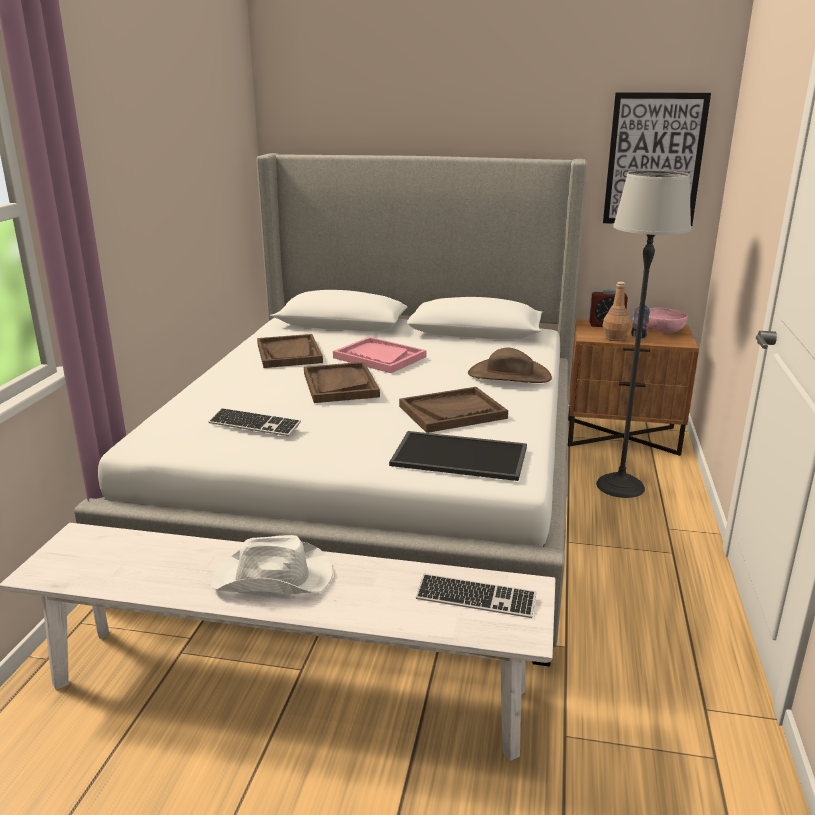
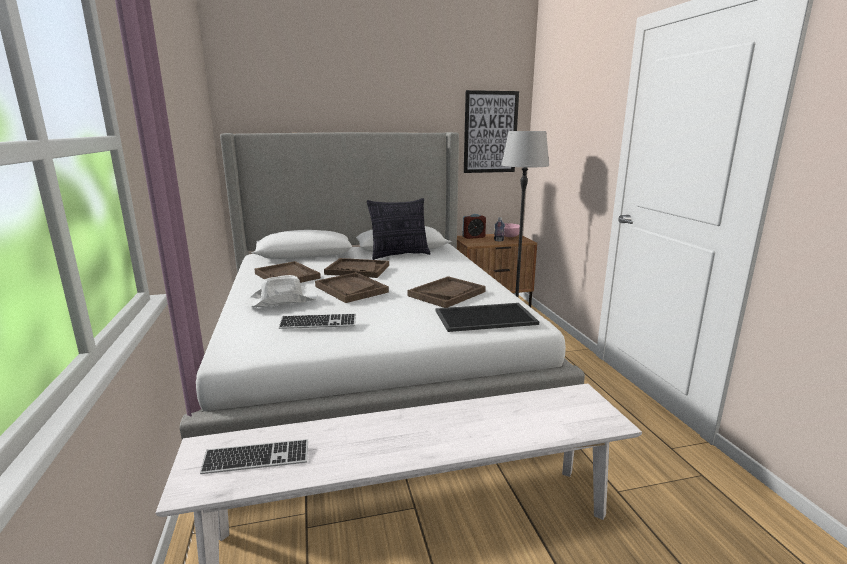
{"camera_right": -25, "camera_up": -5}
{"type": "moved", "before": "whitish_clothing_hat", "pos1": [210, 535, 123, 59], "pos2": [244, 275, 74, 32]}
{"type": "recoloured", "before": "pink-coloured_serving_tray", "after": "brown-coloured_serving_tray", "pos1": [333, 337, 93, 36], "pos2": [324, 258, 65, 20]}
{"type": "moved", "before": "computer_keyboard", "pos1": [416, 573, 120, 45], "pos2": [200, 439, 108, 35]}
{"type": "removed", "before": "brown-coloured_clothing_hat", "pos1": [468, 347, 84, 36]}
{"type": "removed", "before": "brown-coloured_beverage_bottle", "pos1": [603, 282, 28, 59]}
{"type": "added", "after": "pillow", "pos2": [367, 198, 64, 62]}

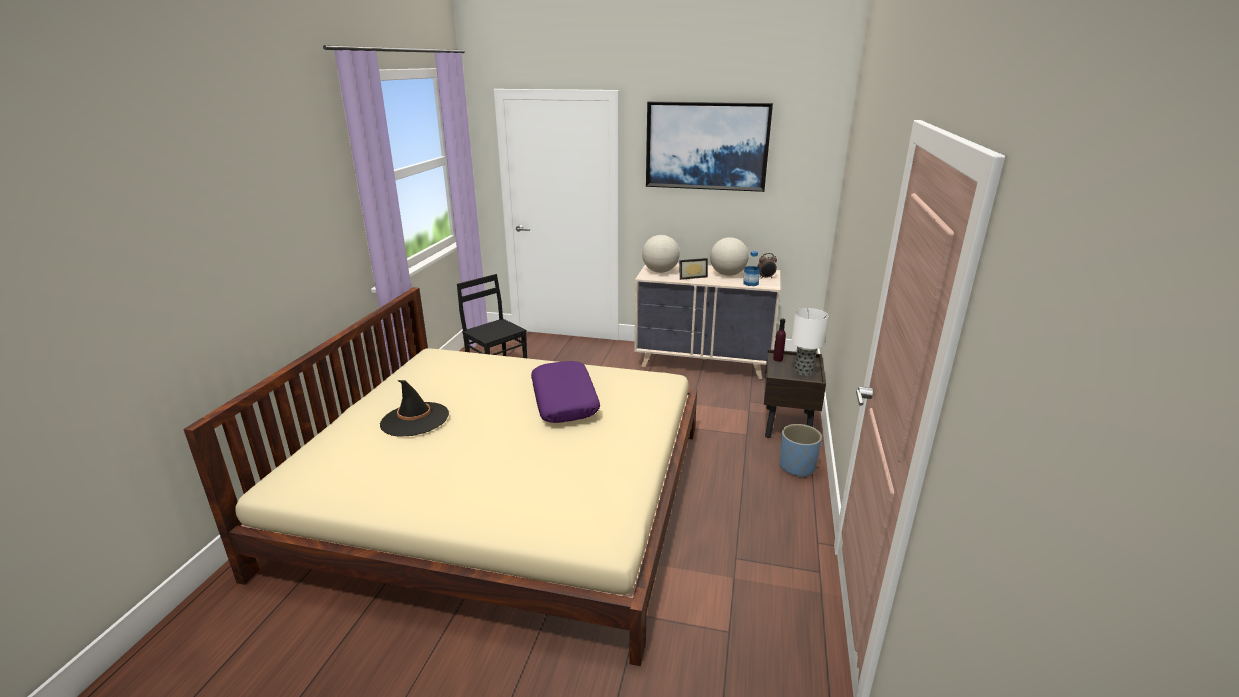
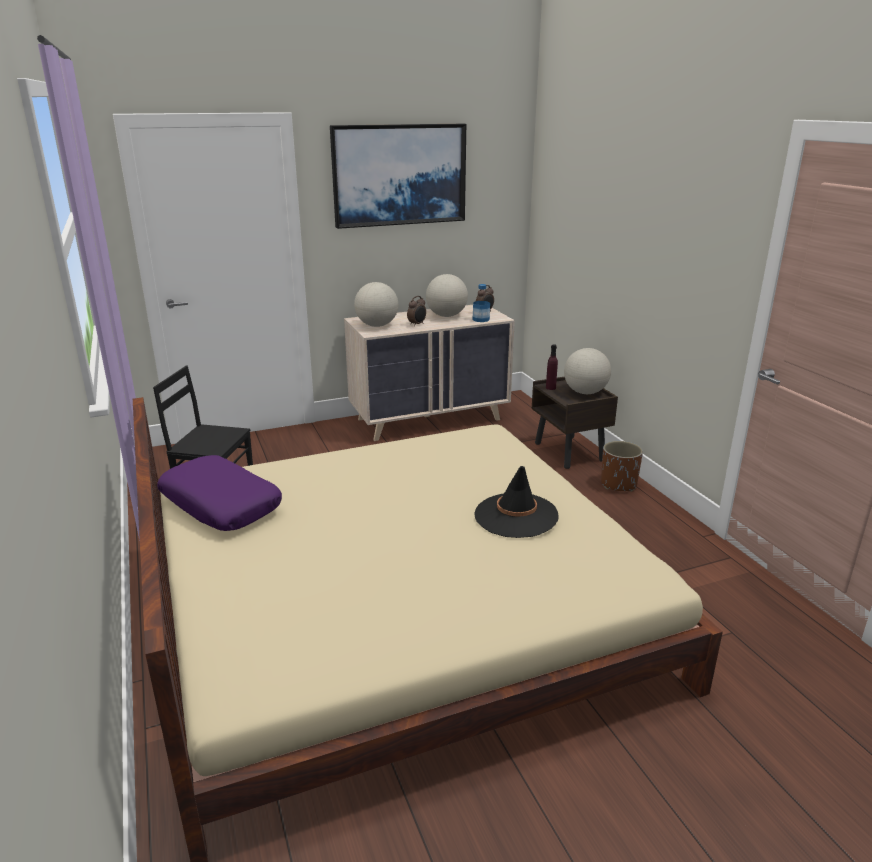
{"camera_right": -35, "camera_up": 0}
{"type": "moved", "before": "black_clothing_hat", "pos1": [380, 380, 69, 57], "pos2": [475, 466, 84, 72]}
{"type": "moved", "before": "purplish_pillow", "pos1": [531, 361, 69, 62], "pos2": [157, 455, 125, 76]}
{"type": "replaced", "before": "picture_frame", "after": "alarm_clock", "pos1": [679, 258, 29, 22], "pos2": [407, 296, 19, 30]}
{"type": "recoloured", "before": "blue-coloured_planter", "after": "brown-coloured_planter", "pos1": [779, 424, 43, 54], "pos2": [601, 441, 42, 51]}
{"type": "replaced", "before": "tabletop_lamp", "after": "globe", "pos1": [792, 308, 37, 68], "pos2": [564, 348, 47, 46]}

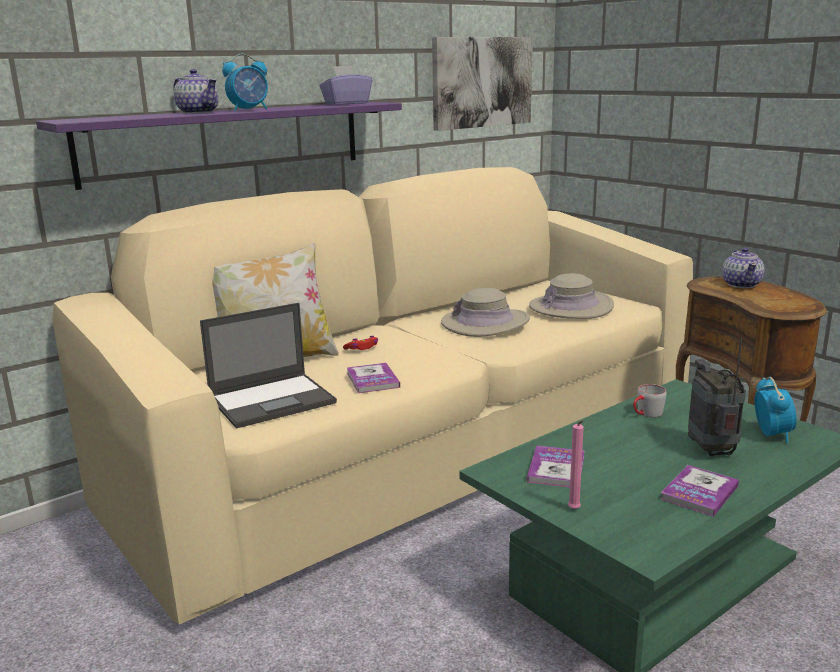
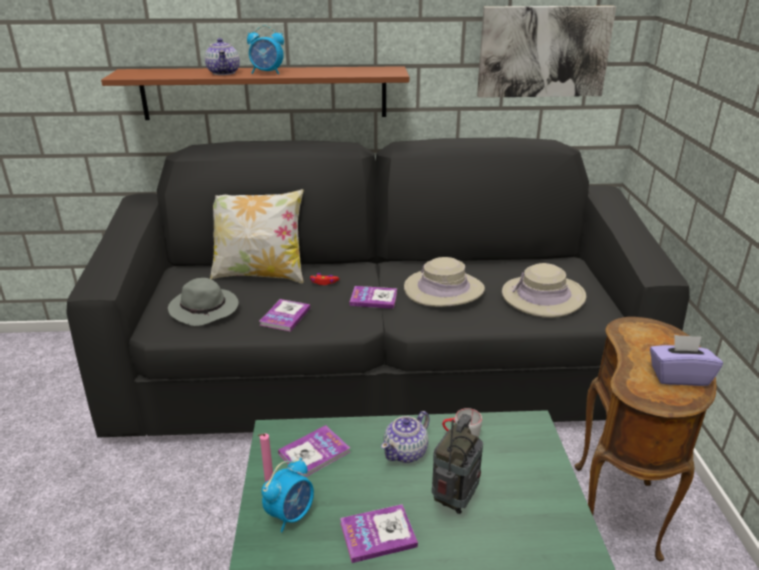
{"camera_right": 35, "camera_up": 10}
{"type": "recoloured", "before": "purplish_shelf", "after": "brown-coloured_shelf", "pos1": [36, 102, 366, 88], "pos2": [101, 66, 308, 54]}
{"type": "recoloured", "before": "sand-coloured_couch", "after": "black_couch", "pos1": [52, 167, 641, 457], "pos2": [66, 137, 624, 300]}
{"type": "replaced", "before": "notebook_computer", "after": "gray_clothing_hat", "pos1": [200, 303, 137, 126], "pos2": [168, 278, 71, 48]}
{"type": "moved", "before": "purplish_tissue_box", "pos1": [319, 65, 53, 40], "pos2": [650, 334, 73, 52]}
{"type": "moved", "before": "teapot", "pos1": [722, 248, 42, 40], "pos2": [381, 411, 49, 52]}
{"type": "moved", "before": "alarm_clock", "pos1": [754, 377, 43, 66], "pos2": [261, 458, 53, 74]}
{"type": "added", "after": "book", "pos2": [350, 286, 47, 23]}

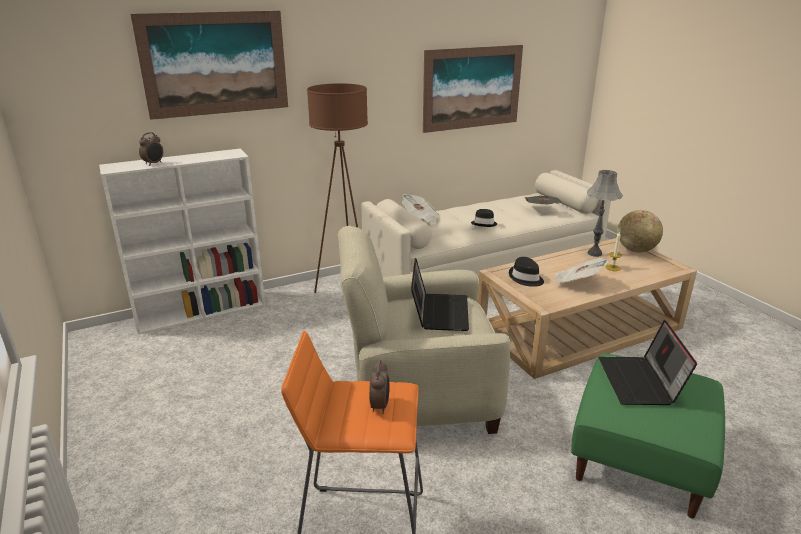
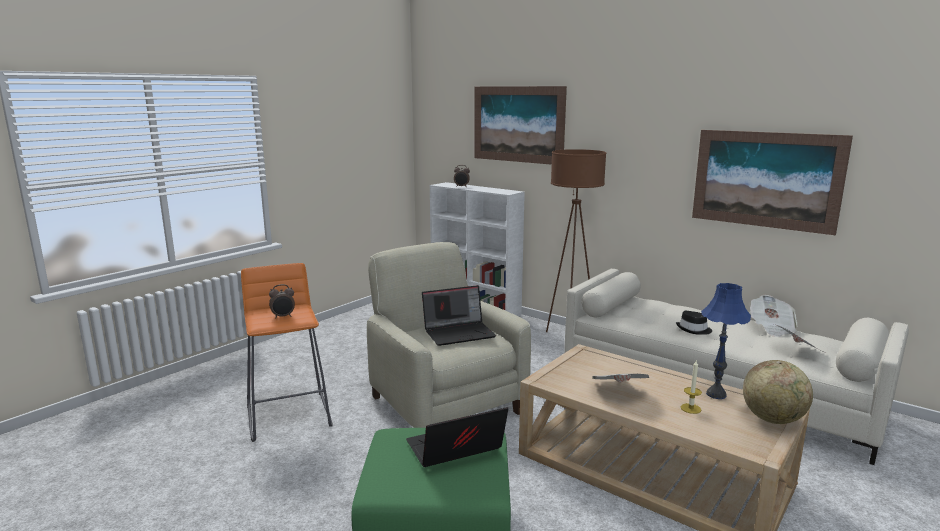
{"camera_right": 65, "camera_up": -10}
{"type": "moved", "before": "printed_paper", "pos1": [402, 194, 37, 30], "pos2": [749, 295, 48, 42]}
{"type": "removed", "before": "black_clothing_hat", "pos1": [509, 257, 35, 30]}
{"type": "recoloured", "before": "gray_tabletop_lamp", "after": "blue-coloured_tabletop_lamp", "pos1": [587, 170, 36, 87], "pos2": [701, 283, 50, 116]}

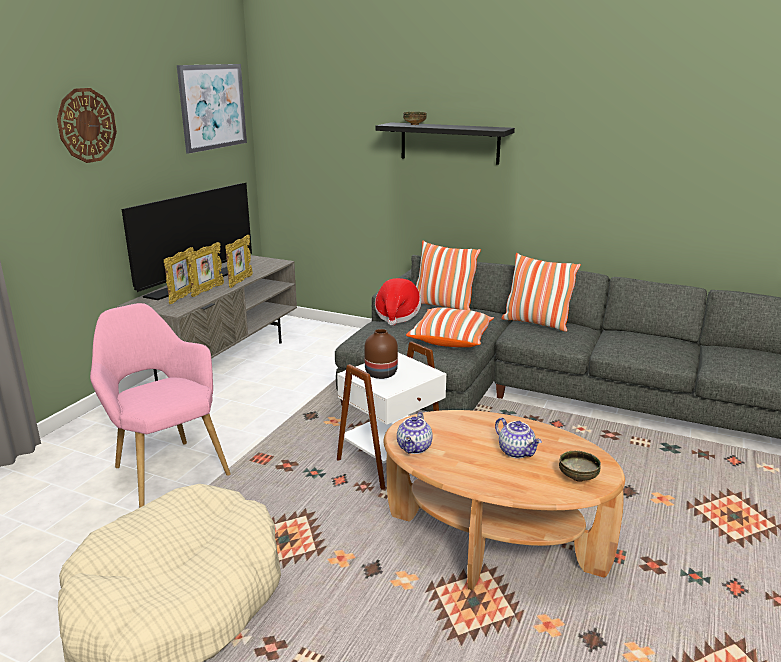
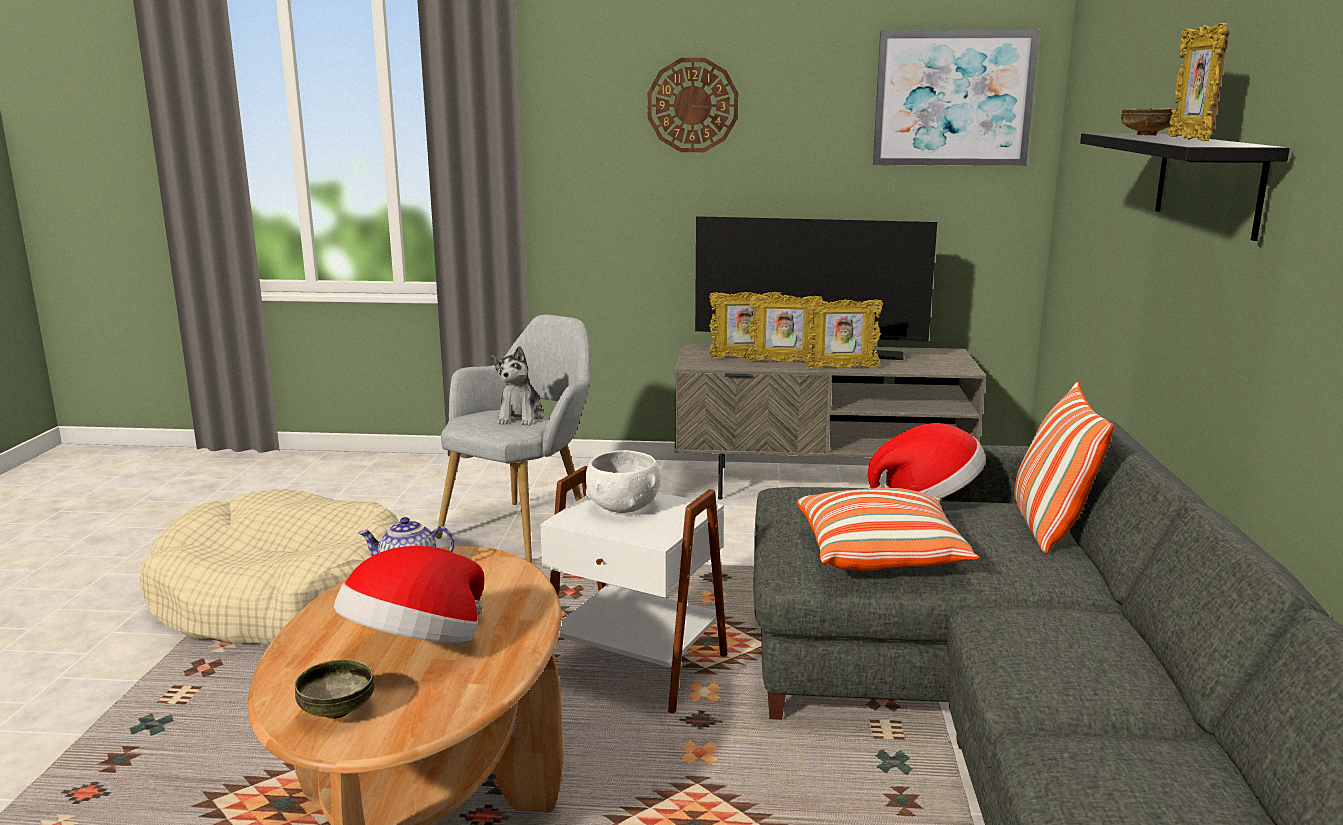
{"camera_right": 70, "camera_up": -5}
{"type": "recoloured", "before": "pink-coloured_lounge_chair", "after": "gray_lounge_chair", "pos1": [90, 303, 141, 205], "pos2": [436, 315, 155, 247]}
{"type": "replaced", "before": "brown-coloured_vase", "after": "whitish_deep_dish", "pos1": [364, 329, 34, 50], "pos2": [586, 450, 75, 63]}
{"type": "replaced", "before": "teapot", "after": "clothing_hat", "pos1": [495, 418, 47, 41], "pos2": [334, 546, 150, 97]}
{"type": "removed", "before": "pillow", "pos1": [501, 253, 80, 79]}
{"type": "added", "after": "plush_toy", "pos2": [492, 346, 52, 80]}
{"type": "added", "after": "picture_frame", "pos2": [1168, 23, 61, 118]}

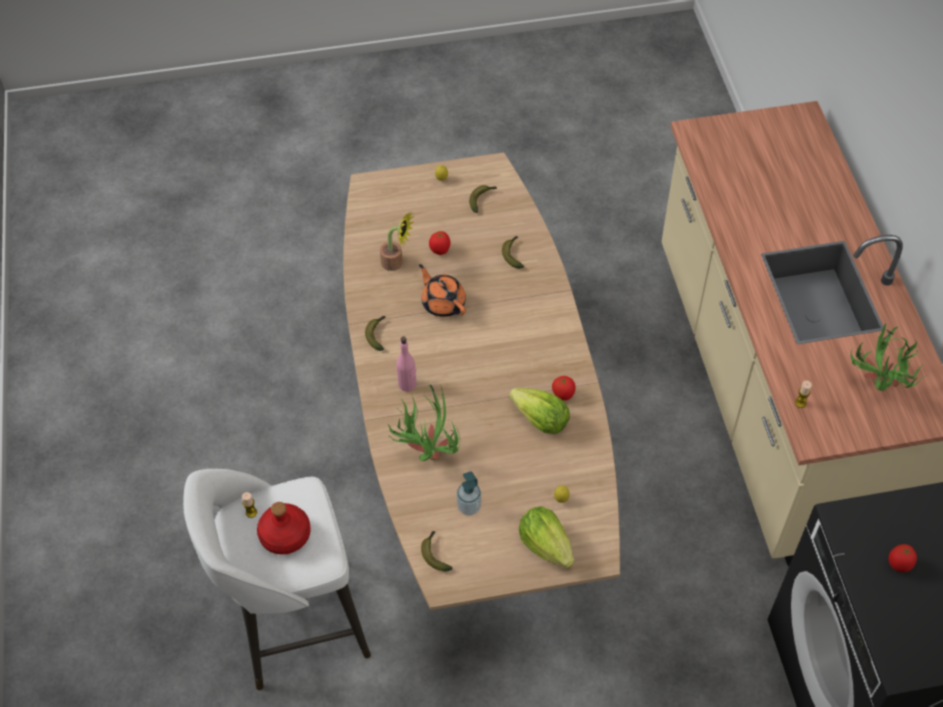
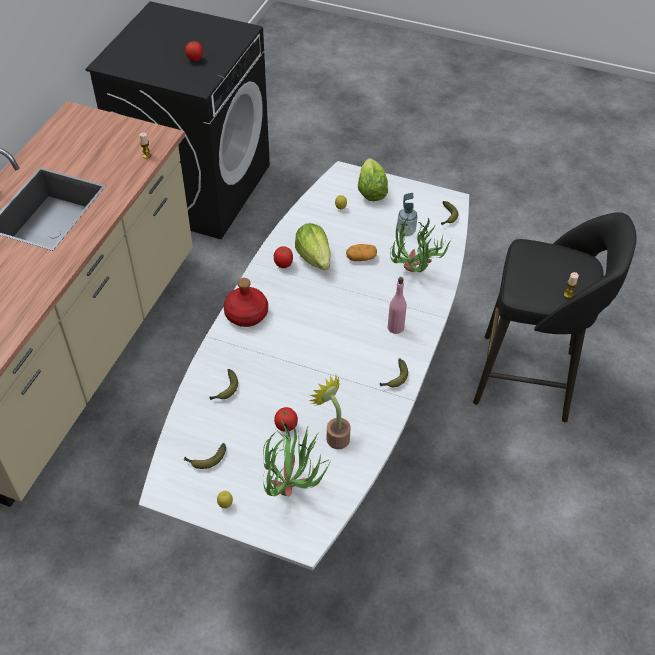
{"camera_right": -150, "camera_up": -5}
{"type": "recoloured", "before": "whitish_stool_seat", "after": "black_stool_seat", "pos1": [183, 469, 188, 221], "pos2": [473, 212, 164, 210]}
{"type": "moved", "before": "red-coloured_beverage_bottle", "pos1": [257, 502, 54, 53], "pos2": [223, 278, 45, 49]}
{"type": "recoloured", "before": "brown-coloured_kitchen_table", "after": "whitish_kitchen_table", "pos1": [343, 152, 277, 458], "pos2": [139, 161, 330, 410]}
{"type": "removed", "before": "orangey_teapot", "pos1": [419, 264, 47, 53]}
{"type": "moved", "before": "houseplant", "pos1": [851, 323, 74, 68], "pos2": [263, 418, 68, 78]}
{"type": "added", "after": "whole_potato", "pos2": [346, 244, 31, 17]}

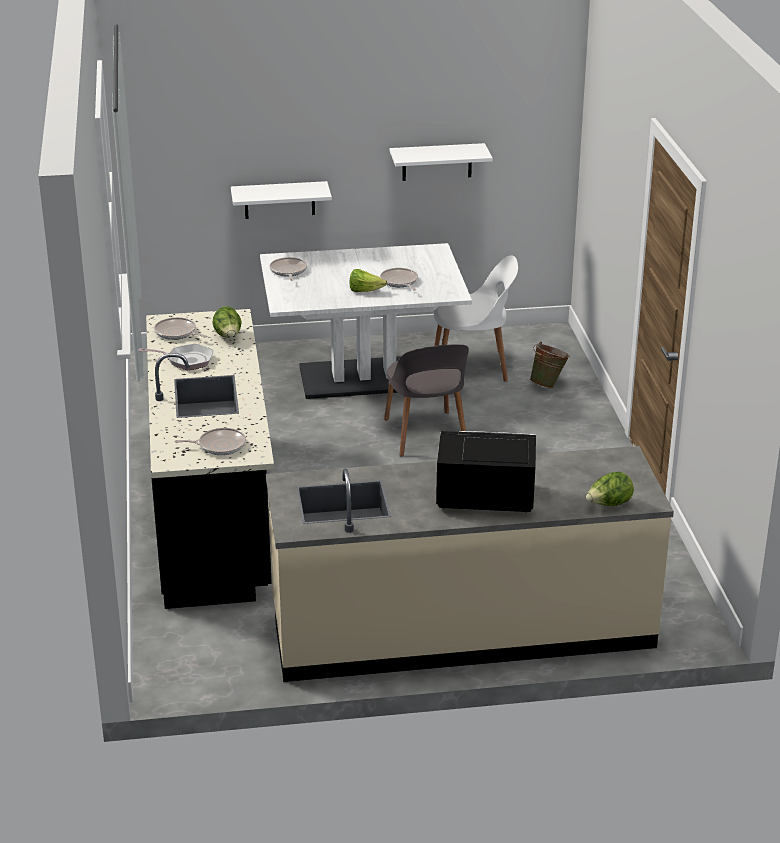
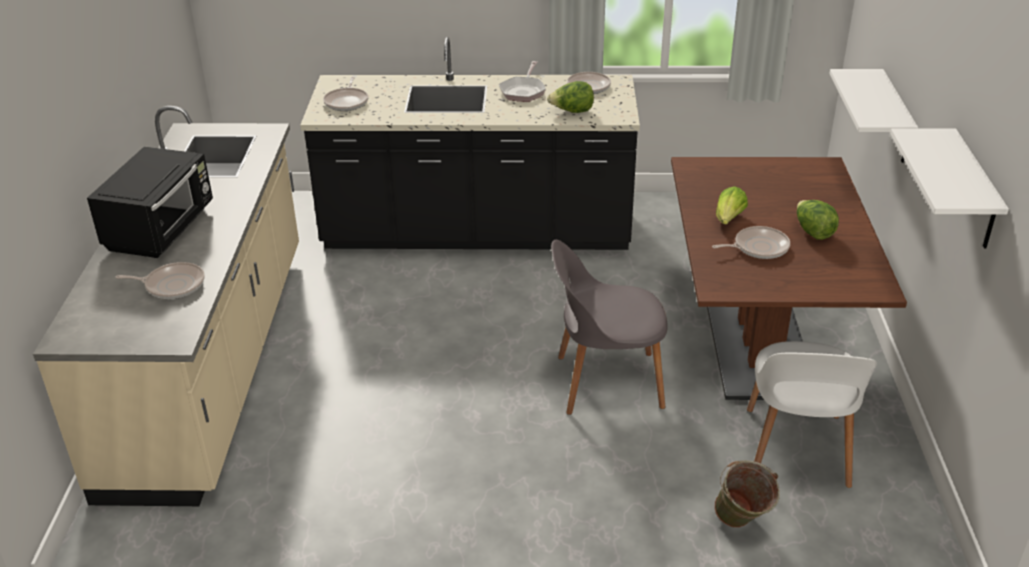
{"camera_right": 100, "camera_up": 5}
{"type": "recoloured", "before": "whitish_kitchen_table", "after": "brown-coloured_kitchen_table", "pos1": [260, 243, 212, 156], "pos2": [671, 157, 236, 243]}
{"type": "moved", "before": "frying_pan", "pos1": [270, 257, 37, 24], "pos2": [116, 262, 89, 37]}
{"type": "moved", "before": "lettuce", "pos1": [586, 472, 48, 34], "pos2": [797, 200, 42, 40]}

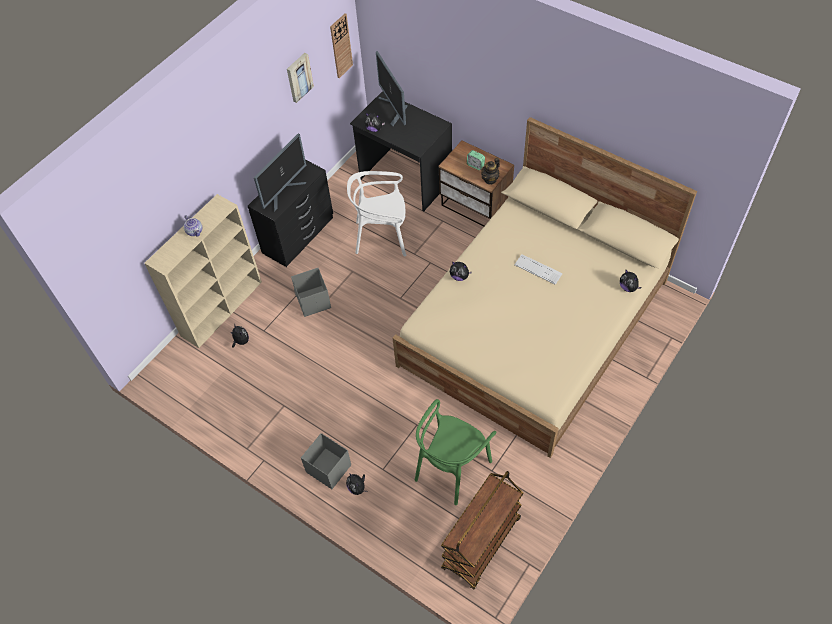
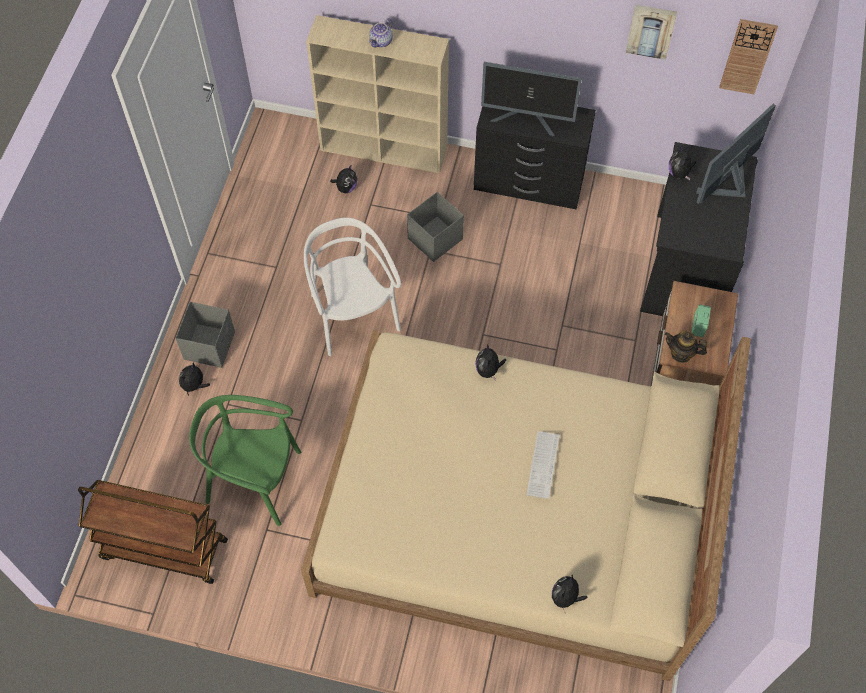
{"camera_right": 65, "camera_up": 5}
{"type": "moved", "before": "whitish_upright_chair", "pos1": [347, 171, 59, 85], "pos2": [304, 218, 97, 138]}

